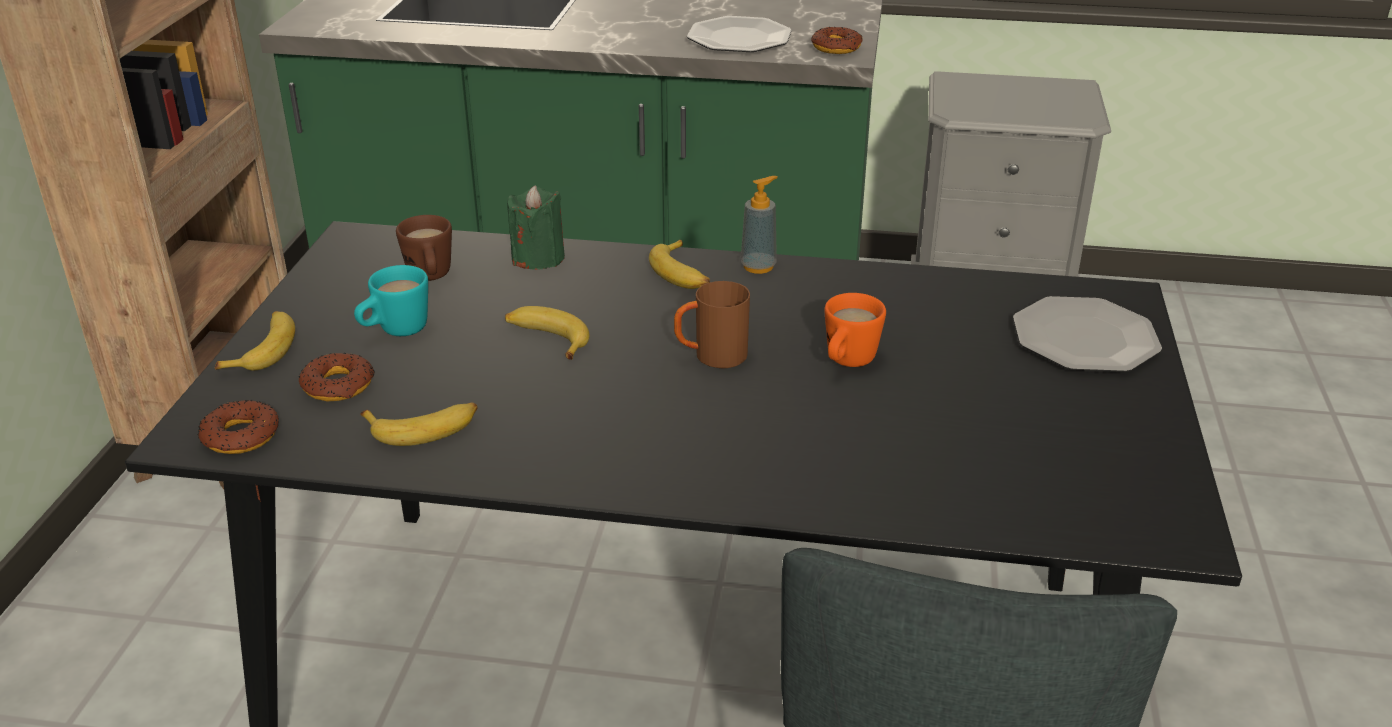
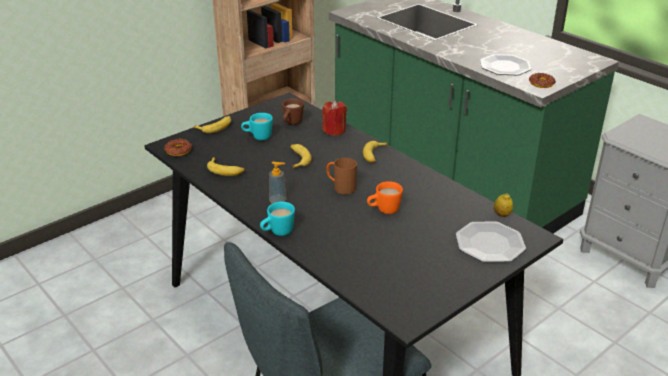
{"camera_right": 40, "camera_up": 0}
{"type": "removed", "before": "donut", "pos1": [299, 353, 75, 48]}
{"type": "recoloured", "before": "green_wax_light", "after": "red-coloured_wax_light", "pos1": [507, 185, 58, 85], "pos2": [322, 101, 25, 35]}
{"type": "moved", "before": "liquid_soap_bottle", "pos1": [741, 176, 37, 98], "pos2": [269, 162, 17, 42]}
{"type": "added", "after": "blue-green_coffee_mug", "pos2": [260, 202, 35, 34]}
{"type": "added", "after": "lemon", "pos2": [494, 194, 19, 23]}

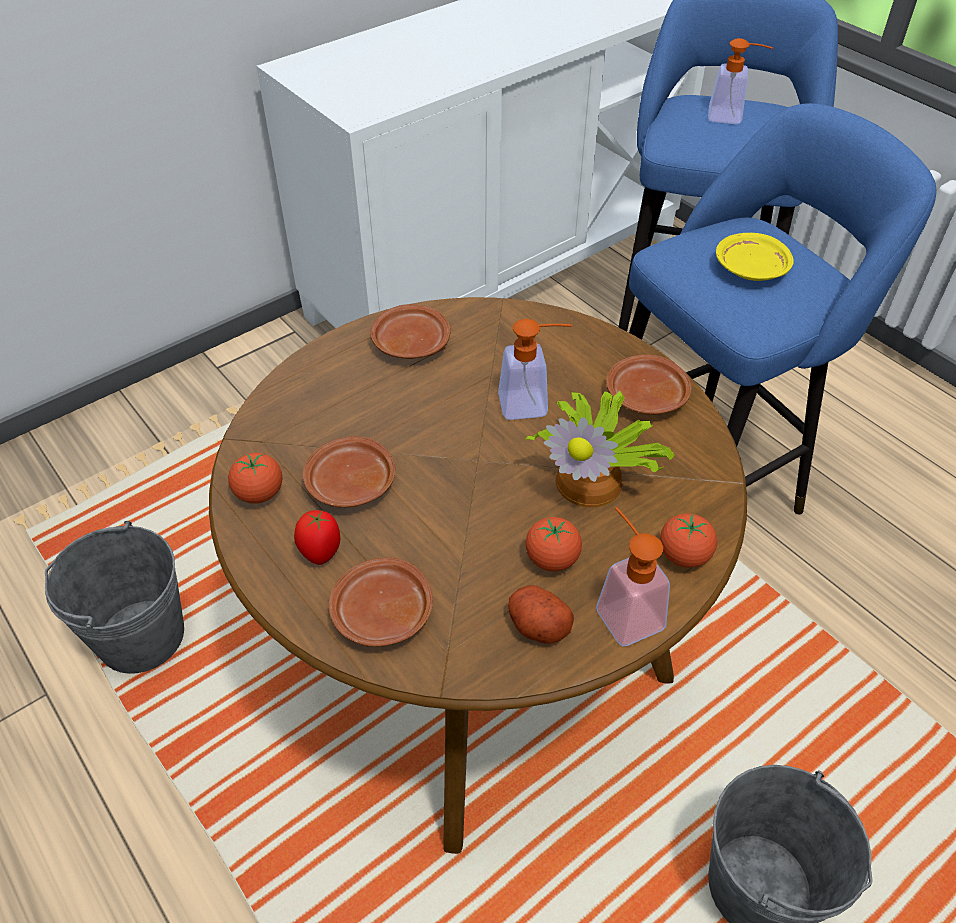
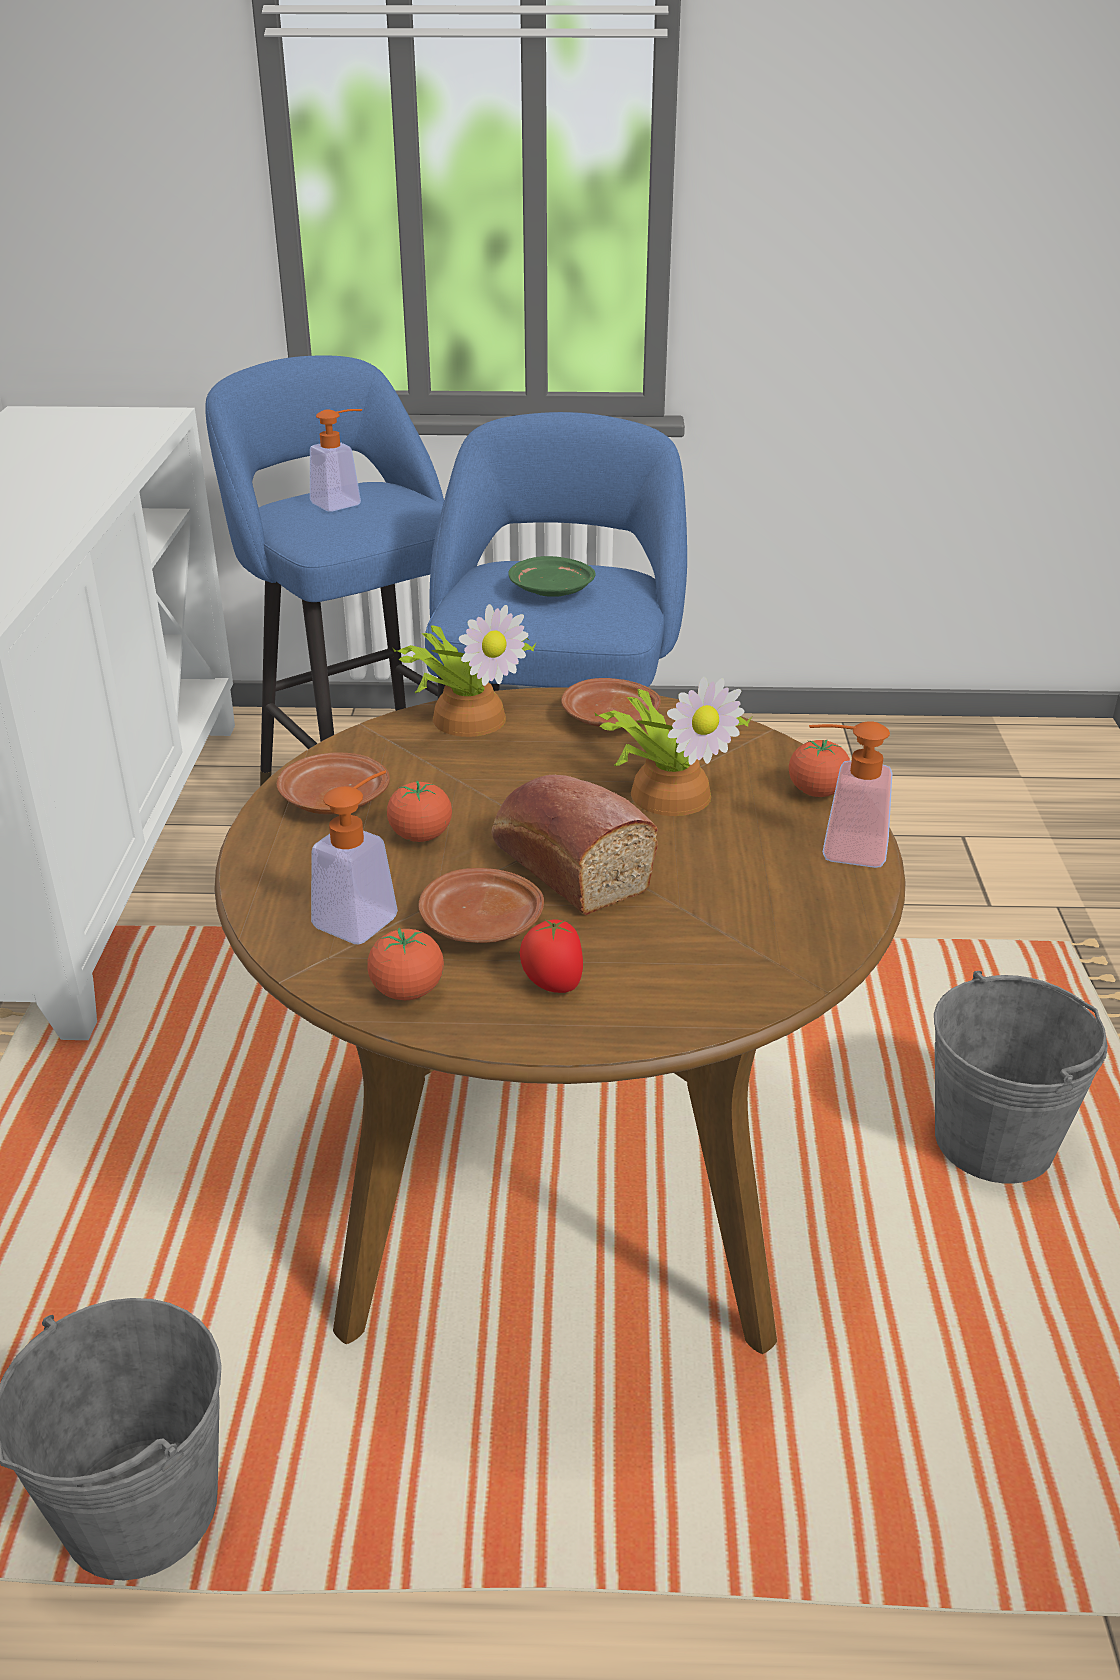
{"camera_right": -50, "camera_up": -15}
{"type": "removed", "before": "brown-coloured_dinner_plate", "pos1": [329, 557, 104, 90]}
{"type": "moved", "before": "liquid_soap_bottle", "pos1": [498, 319, 74, 101], "pos2": [311, 770, 87, 174]}
{"type": "removed", "before": "whole_potato", "pos1": [508, 585, 66, 59]}
{"type": "moved", "before": "whole_tomato", "pos1": [526, 517, 56, 55], "pos2": [387, 781, 65, 61]}
{"type": "recoloured", "before": "yellowish_dinner_plate", "after": "green_dinner_plate", "pos1": [716, 233, 78, 48], "pos2": [508, 556, 87, 41]}
{"type": "added", "after": "houseplant", "pos2": [393, 604, 144, 133]}
{"type": "added", "after": "bread", "pos2": [491, 775, 167, 140]}

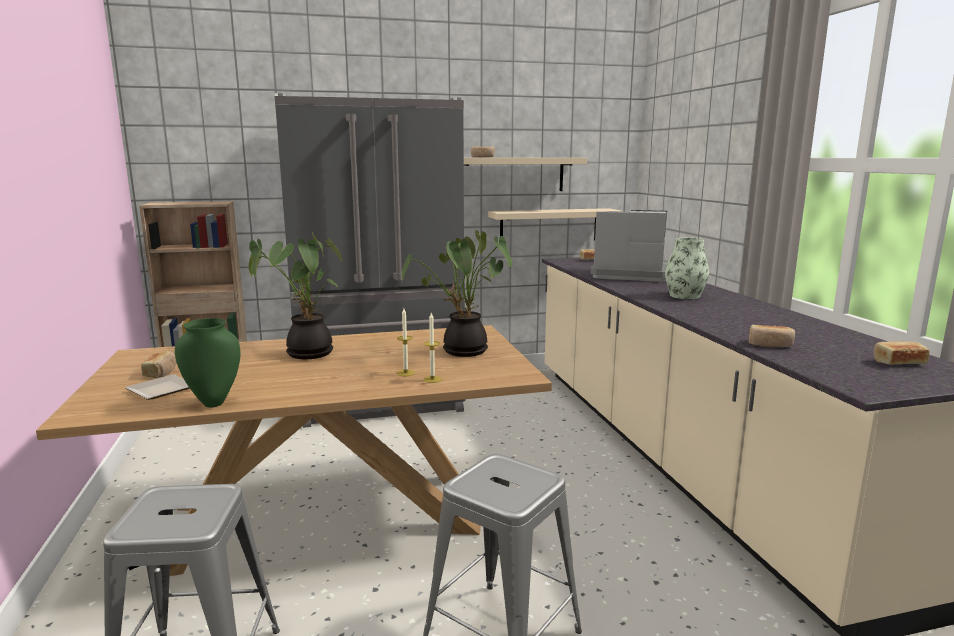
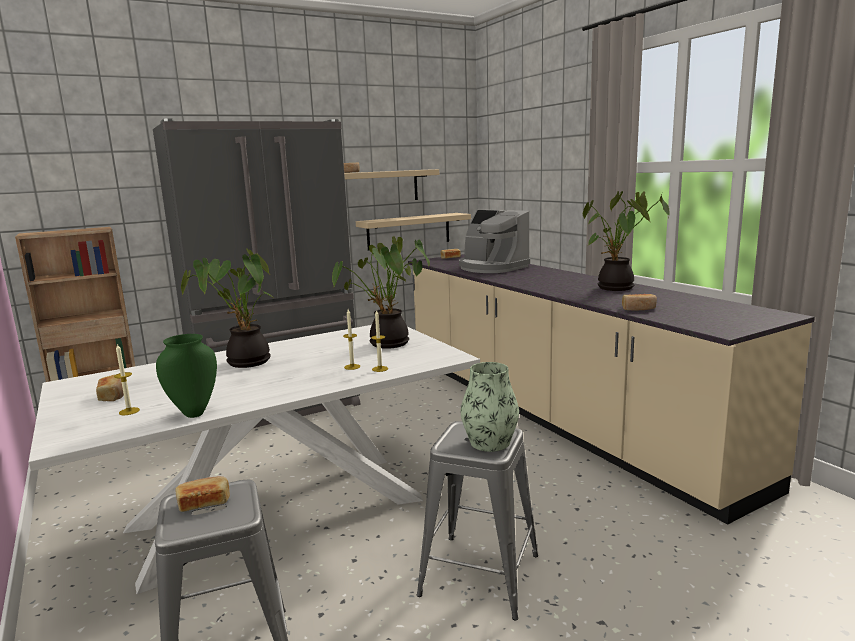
{"camera_right": -15, "camera_up": 0}
{"type": "recoloured", "before": "brown-coloured_kitchen_table", "after": "whitish_kitchen_table", "pos1": [36, 325, 516, 251], "pos2": [29, 325, 451, 269]}
{"type": "replaced", "before": "dinner_plate", "after": "wax_light", "pos1": [125, 374, 64, 26], "pos2": [114, 343, 26, 72]}
{"type": "turned", "before": "coffee_machine", "pos1": [591, 210, 76, 72], "pos2": [459, 210, 71, 63], "turn": -135}
{"type": "moved", "before": "vase", "pos1": [665, 238, 44, 61], "pos2": [461, 362, 58, 90]}
{"type": "moved", "before": "bread", "pos1": [874, 341, 55, 24], "pos2": [175, 476, 55, 36]}
{"type": "added", "after": "houseplant", "pos2": [583, 191, 87, 100]}

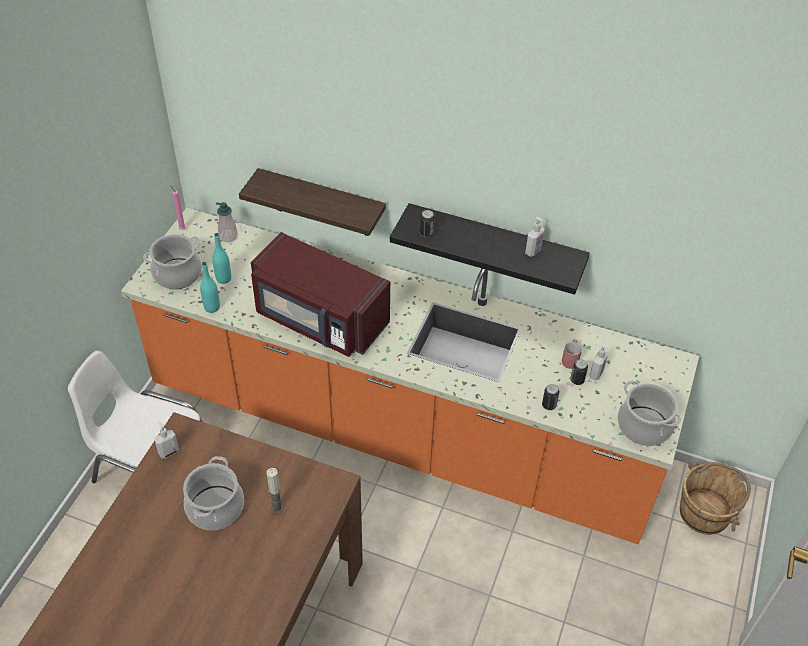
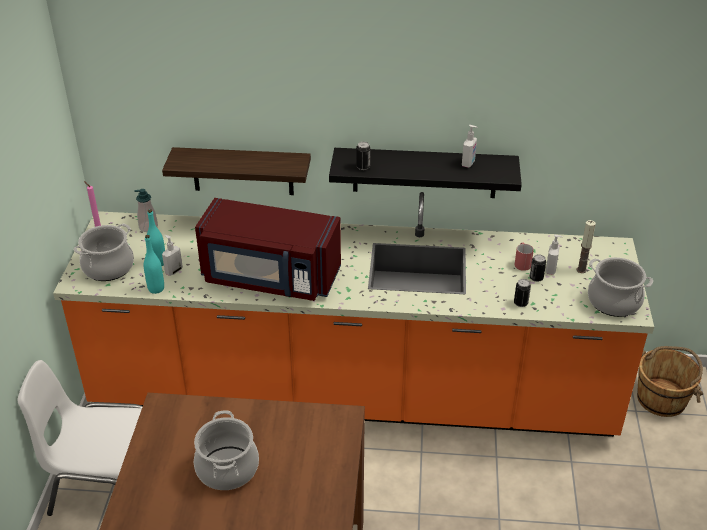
{"camera_right": -15, "camera_up": -10}
{"type": "moved", "before": "liquid_soap_bottle", "pos1": [154, 421, 25, 38], "pos2": [162, 235, 21, 41]}
{"type": "moved", "before": "wax_light", "pos1": [266, 468, 17, 45], "pos2": [576, 220, 20, 53]}

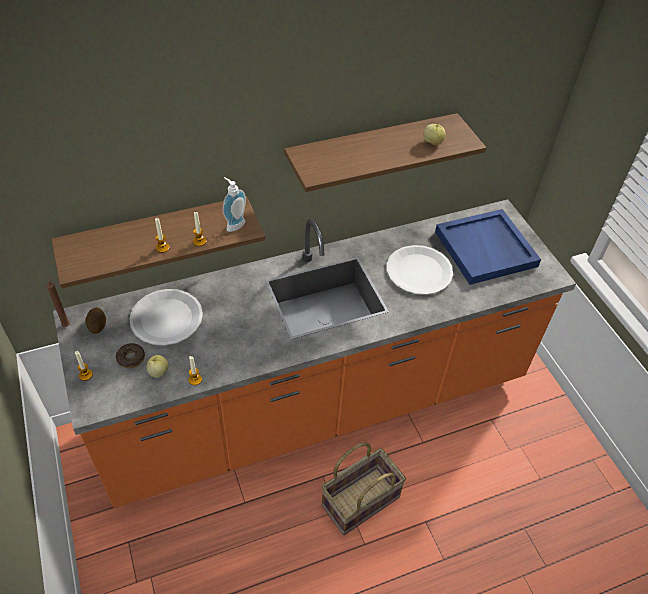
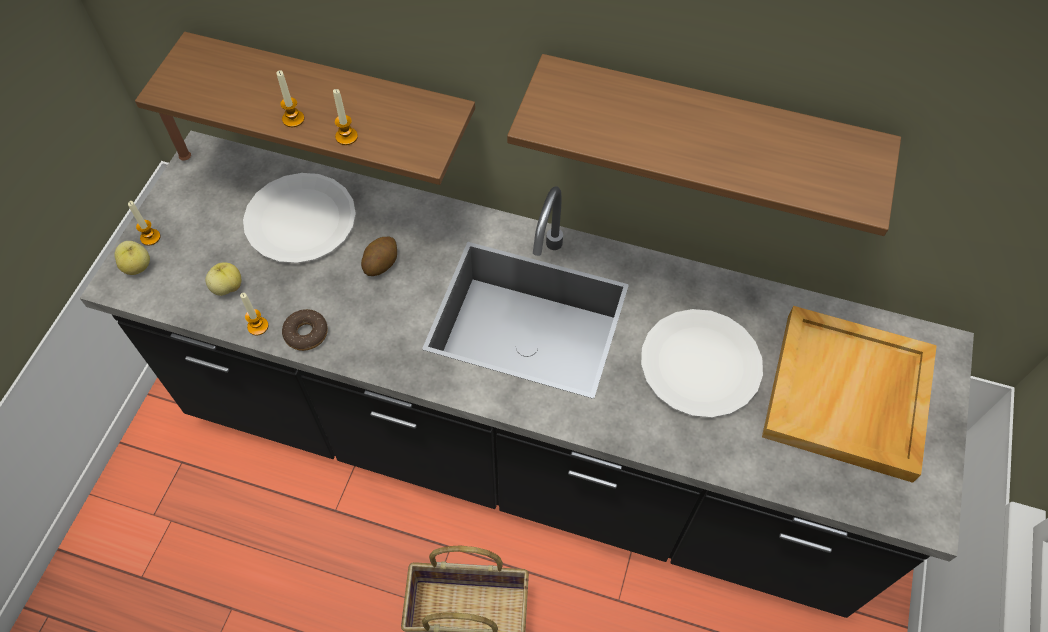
{"camera_right": 40, "camera_up": 10}
{"type": "recoloured", "before": "orangey_kitchen_base_unit", "after": "black_kitchen_base_unit", "pos1": [53, 199, 523, 309], "pos2": [80, 131, 894, 487]}
{"type": "moved", "before": "whole_potato", "pos1": [85, 307, 21, 27], "pos2": [361, 236, 36, 40]}
{"type": "moved", "before": "donut", "pos1": [116, 343, 29, 25], "pos2": [282, 309, 46, 42]}
{"type": "removed", "before": "liquid_soap_bottle", "pos1": [223, 177, 23, 55]}
{"type": "moved", "before": "apple", "pos1": [423, 124, 23, 21], "pos2": [114, 241, 36, 34]}
{"type": "recoloured", "before": "blue-coloured_serving_tray", "after": "sand-coloured_serving_tray", "pos1": [435, 209, 106, 76], "pos2": [762, 306, 175, 177]}

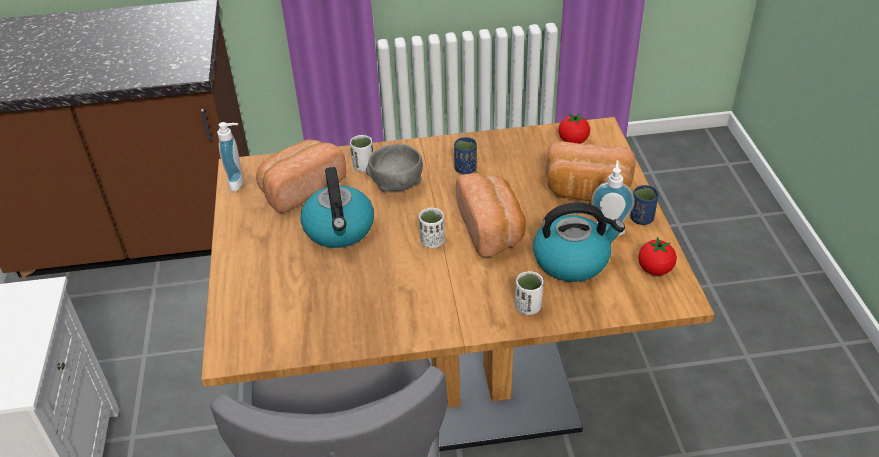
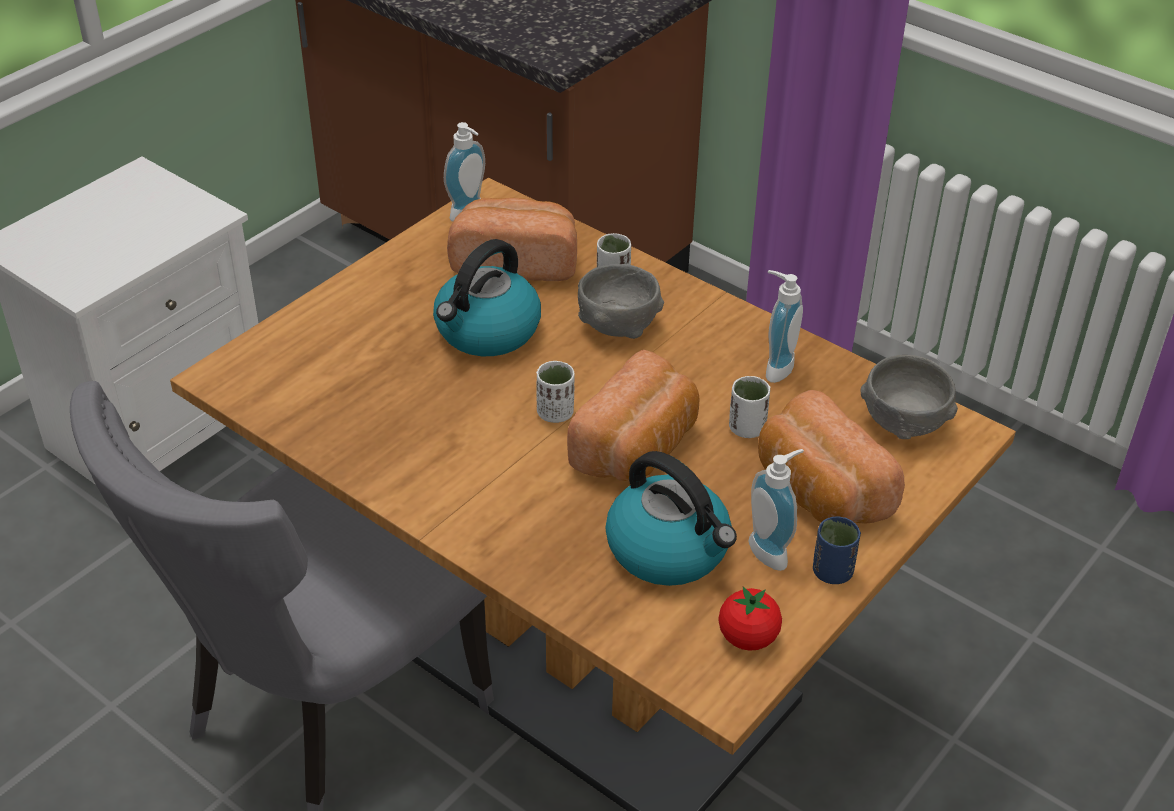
{"camera_right": 45, "camera_up": 0}
{"type": "removed", "before": "blue-coloured_drinking_cup", "pos1": [454, 137, 23, 37]}
{"type": "moved", "before": "whitish_drinking_cup", "pos1": [515, 271, 28, 44], "pos2": [729, 376, 41, 62]}
{"type": "replaced", "before": "whole_tomato", "after": "gray_deep_dish", "pos1": [558, 113, 32, 31], "pos2": [860, 355, 98, 84]}
{"type": "added", "after": "liquid_soap_bottle", "pos2": [766, 270, 37, 113]}

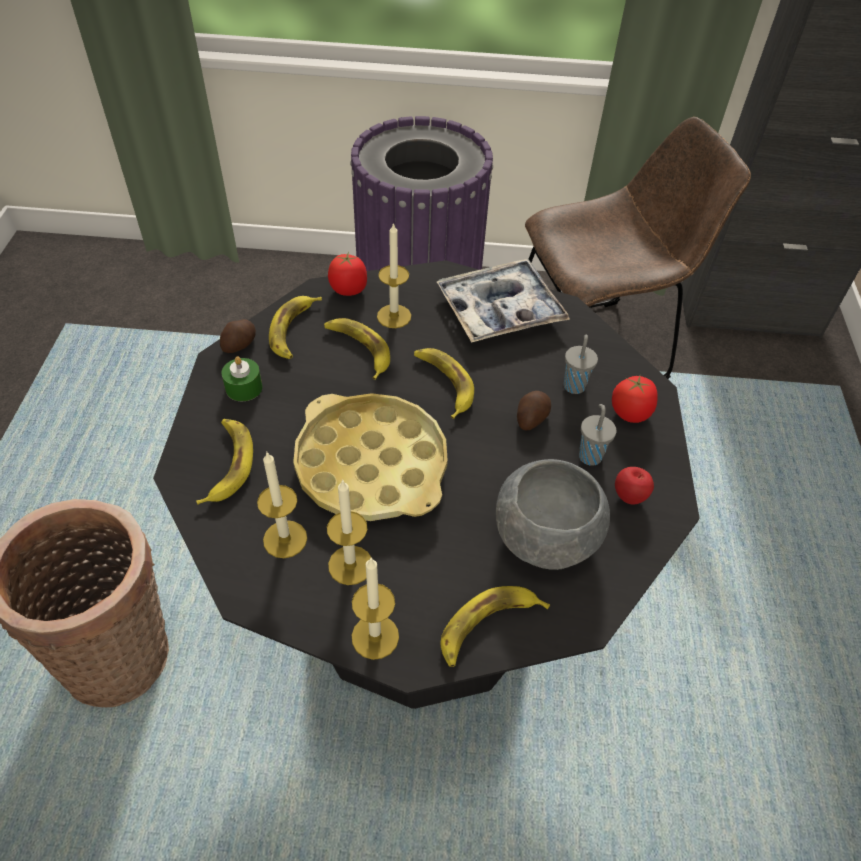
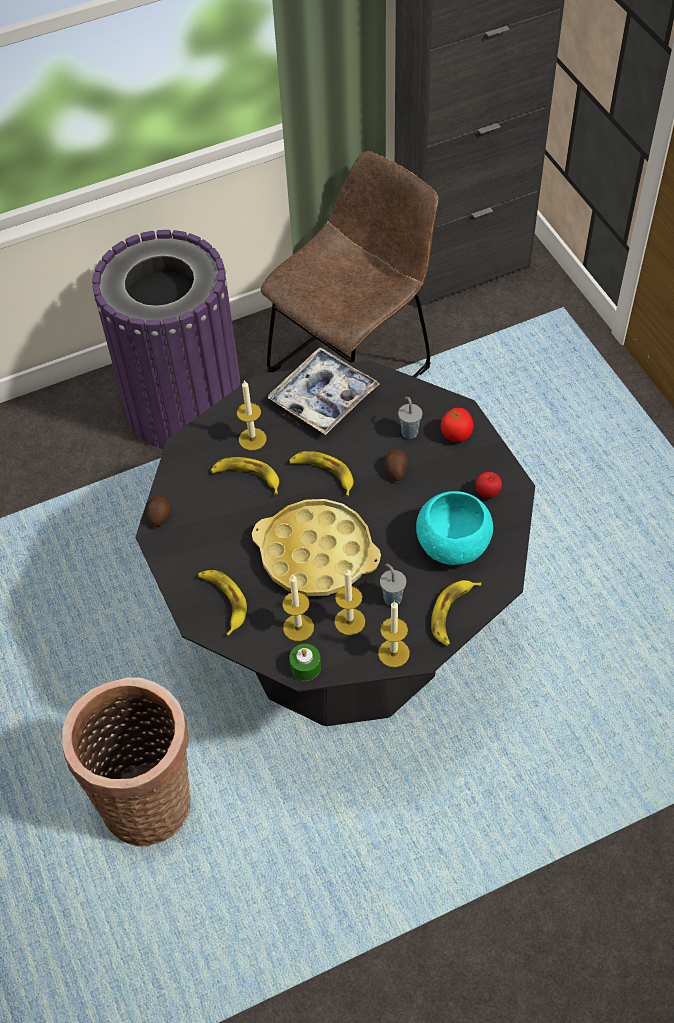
{"camera_right": -25, "camera_up": 5}
{"type": "moved", "before": "green_wax_light", "pos1": [222, 356, 40, 45], "pos2": [289, 644, 32, 37]}
{"type": "removed", "before": "banana", "pos1": [269, 296, 53, 63]}
{"type": "removed", "before": "whole_tomato", "pos1": [328, 252, 39, 44]}
{"type": "recoloured", "before": "gray_deep_dish", "after": "blue-green_deep_dish", "pos1": [496, 459, 114, 111], "pos2": [416, 491, 77, 74]}
{"type": "moved", "before": "gray_drinking_cup", "pos1": [579, 404, 37, 62], "pos2": [380, 563, 26, 43]}

